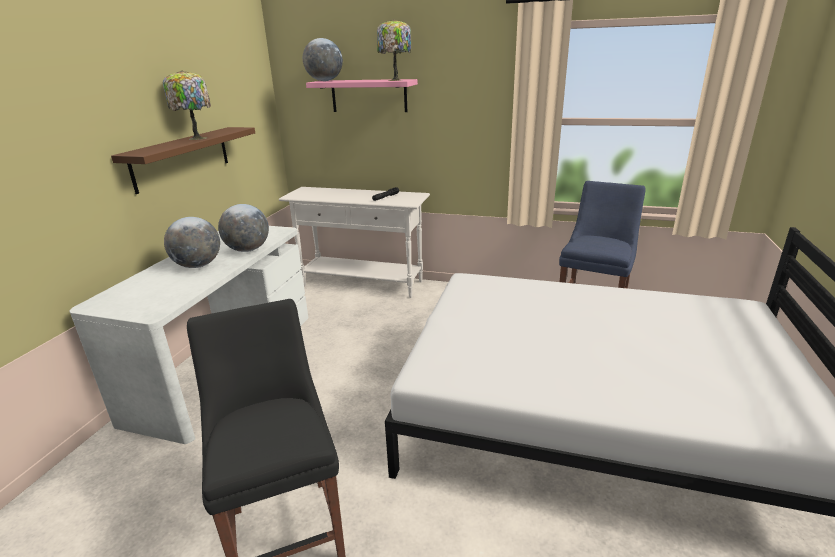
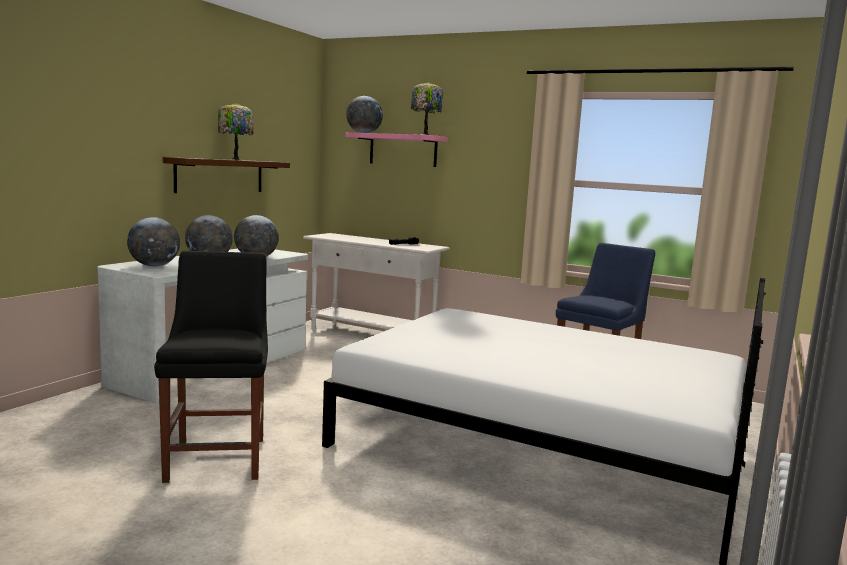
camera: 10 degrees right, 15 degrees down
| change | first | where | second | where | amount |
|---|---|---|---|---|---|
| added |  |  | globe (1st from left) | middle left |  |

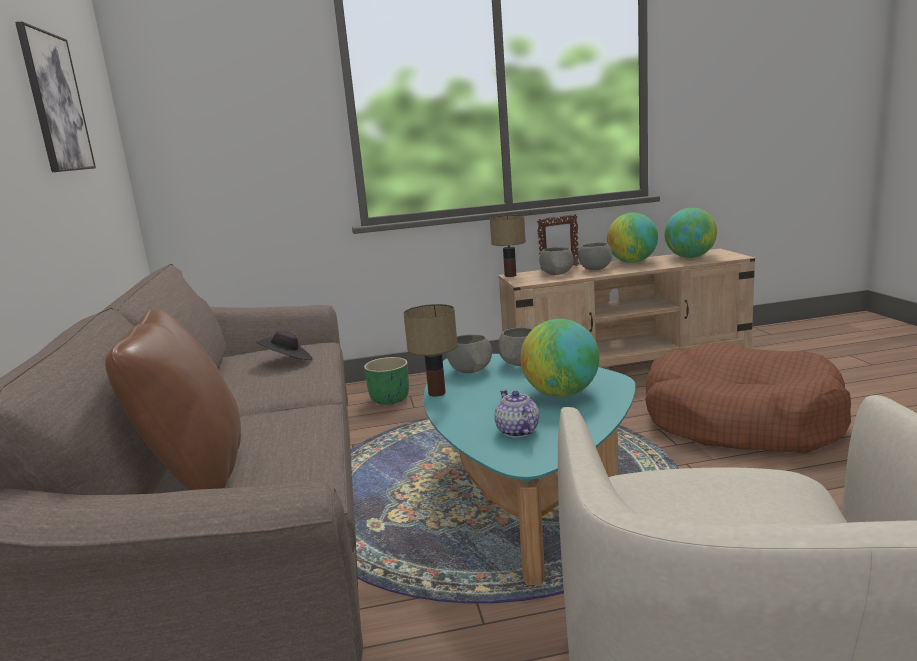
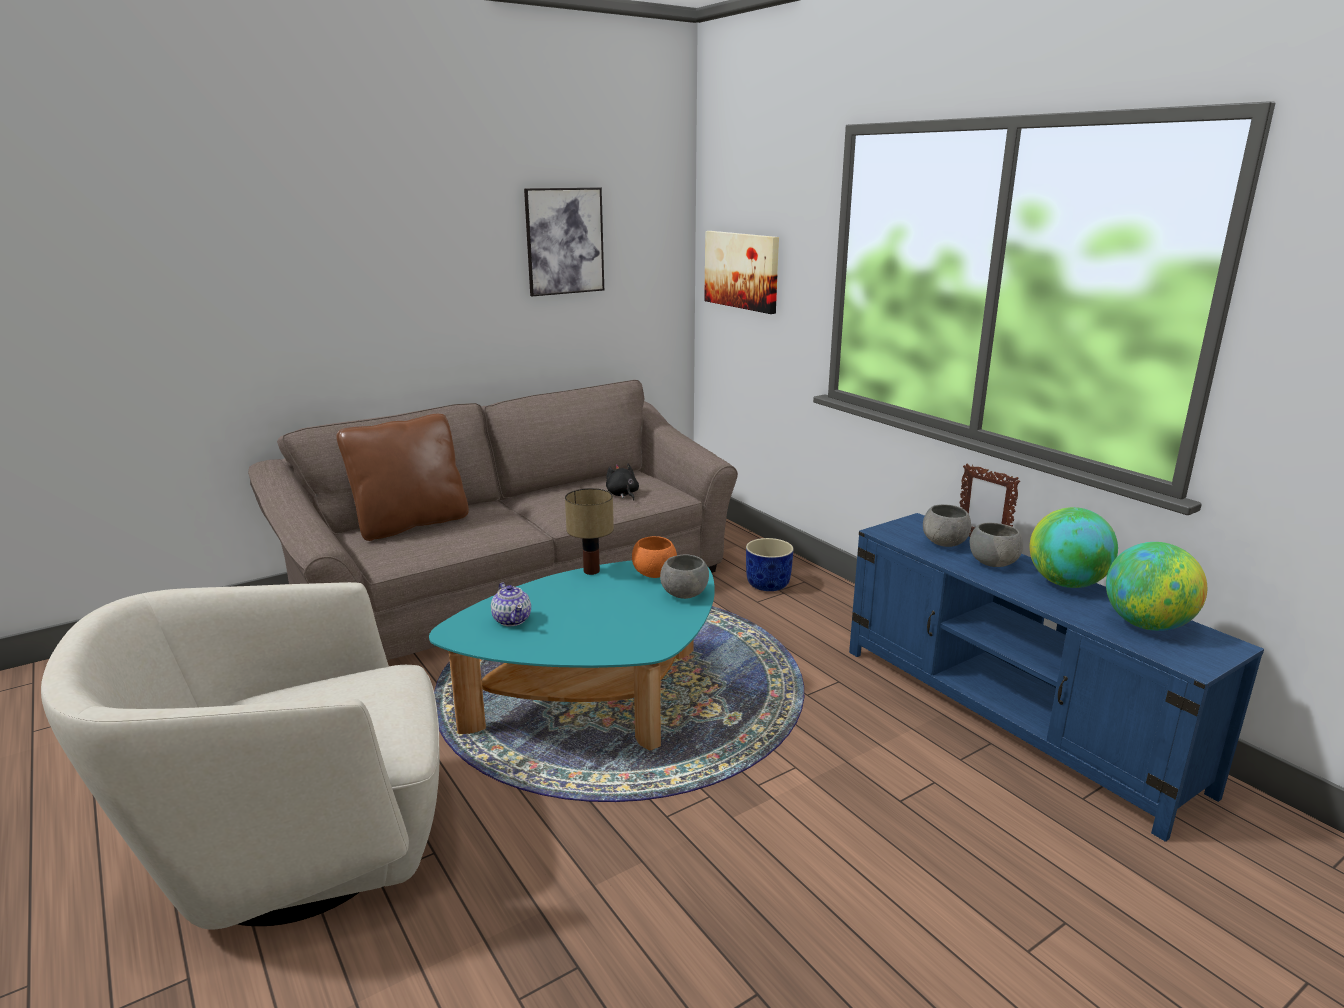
camera: 65 degrees right, 5 degrees up
| change | first | where | second | where | amount |
|---|---|---|---|---|---|
| removed | tabletop lamp (2nd from left) | centre |  |  |  |
| recoloured | beige-coloured tv stand | middle right | blue-coloured tv stand | bottom right |  |
| removed | globe (1st from left) | centre |  |  |  |
| replaced | black wearable hat | middle left | black soft toy | centre |  |
| recoloured | greyish serving bowl (1st from left) | centre | orangey serving bowl | centre |  |
| removed | brownish dog bed | middle right |  |  |  |
| recoloured | green plant pot | centre | blue-coloured plant pot | centre |  |
| turned | tea pot | centre |  | centre | 105 degrees clockwise |
| added |  |  | wall picture (2nd from left) | top centre |  |

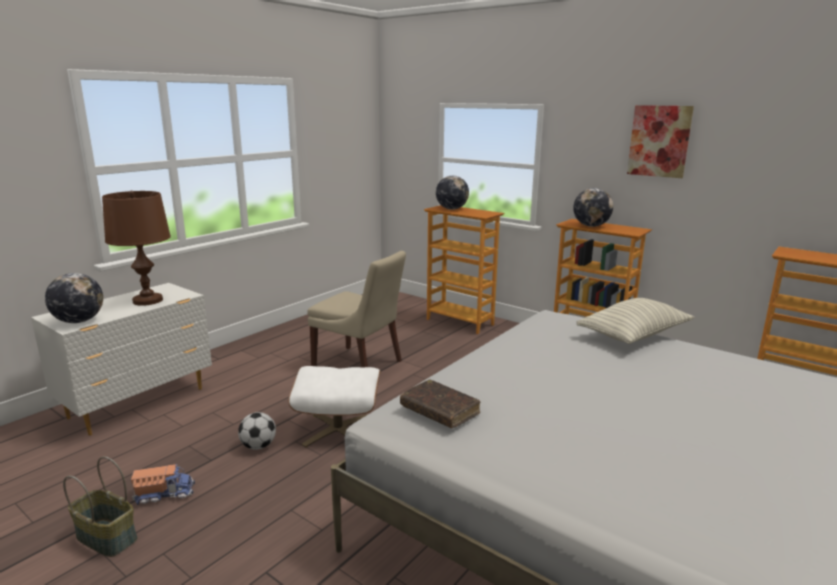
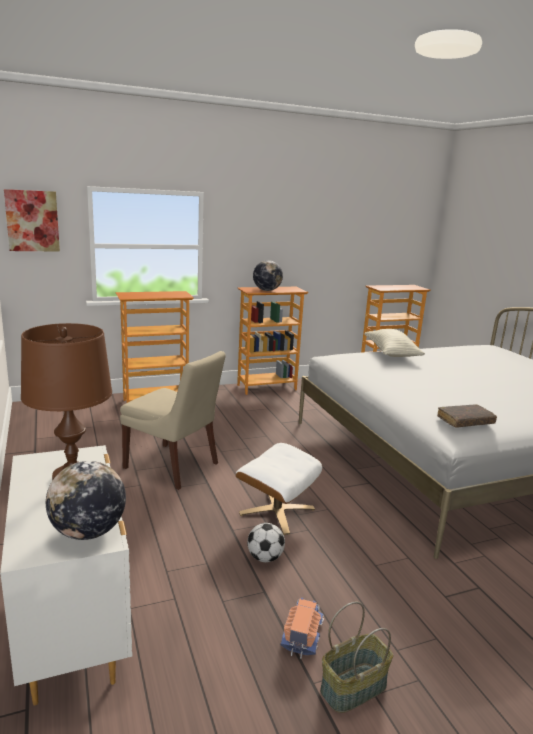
camera: 60 degrees left, 0 degrees up
| change | first | where | second | where | amount |
|---|---|---|---|---|---|
| moved | wall picture | top right |  | top left |  |
| removed | globe (2nd from left) | top centre |  |  |  |
| turned | beige-coloured upright chair | centre |  | middle left | 60 degrees clockwise |

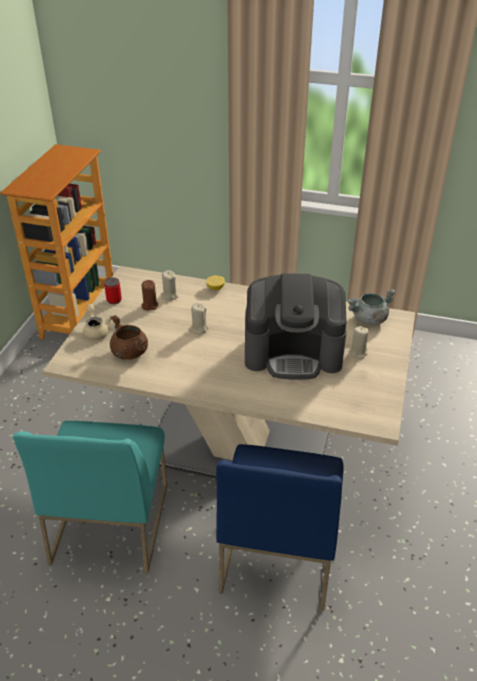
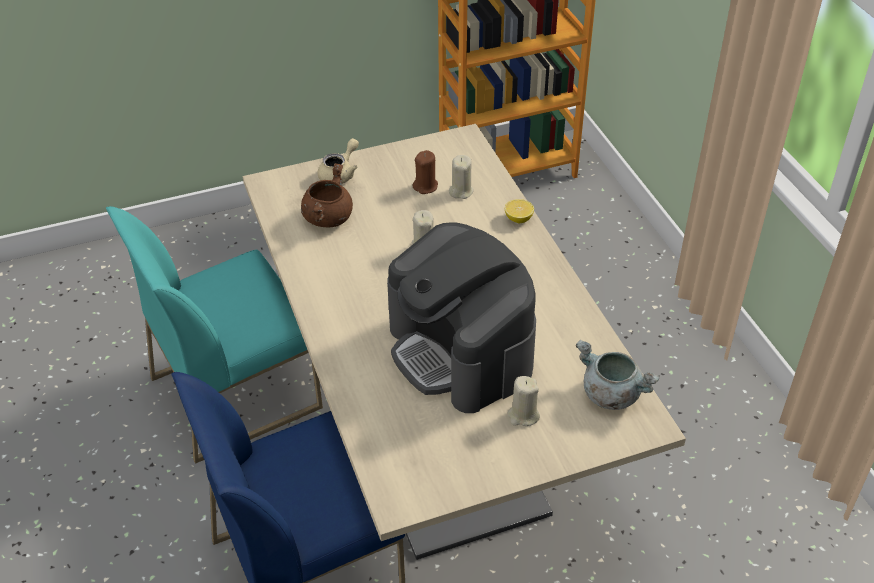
camera: 55 degrees right, 5 degrees up
| change | first | where | second | where | amount |
|---|---|---|---|---|---|
| removed | sealed can | middle left |  |  |  |

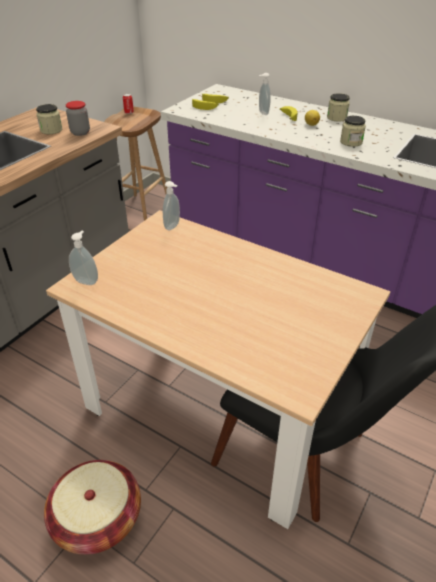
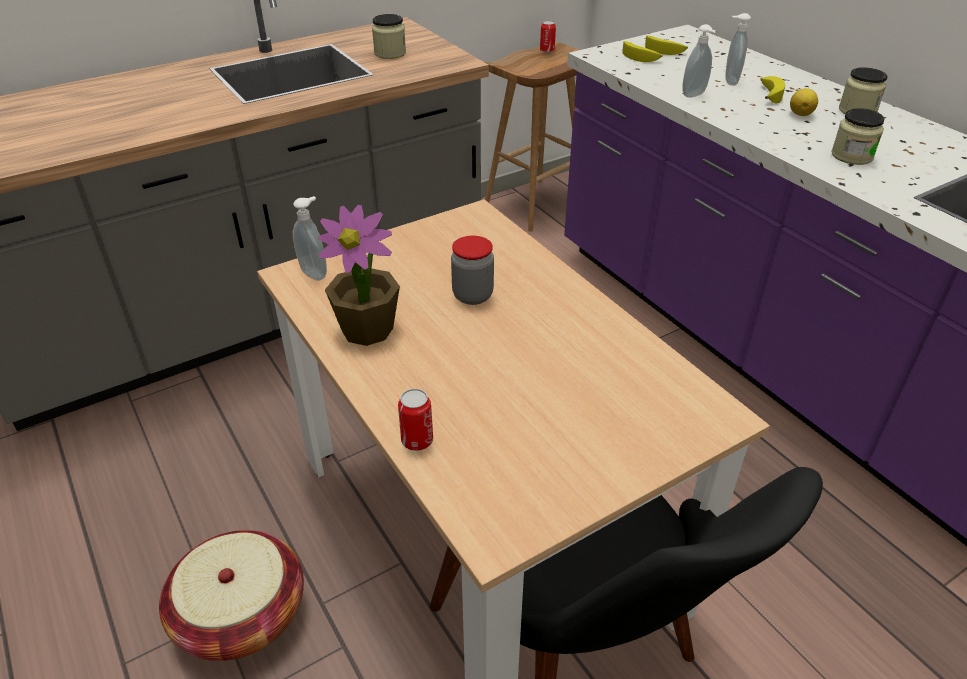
camera: 25 degrees right, 0 degrees up
| change | first | where | second | where | amount |
|---|---|---|---|---|---|
| moved | storage jar (2nd from left) | top left |  | centre |  |
| moved | liquid soap bottle (2nd from left) | centre |  | top right |  |
| added |  |  | houseplant | centre |  |
| added |  |  | sealed can (1st from left) | centre |  |

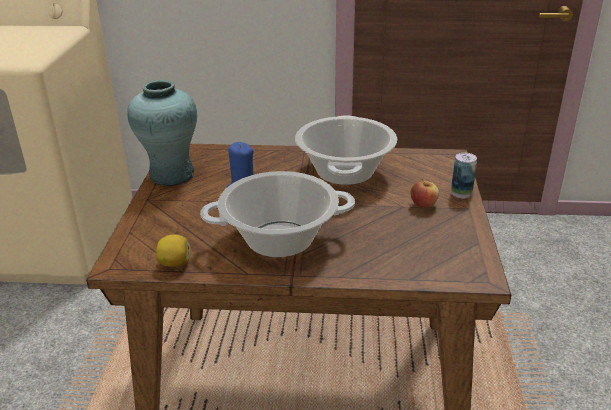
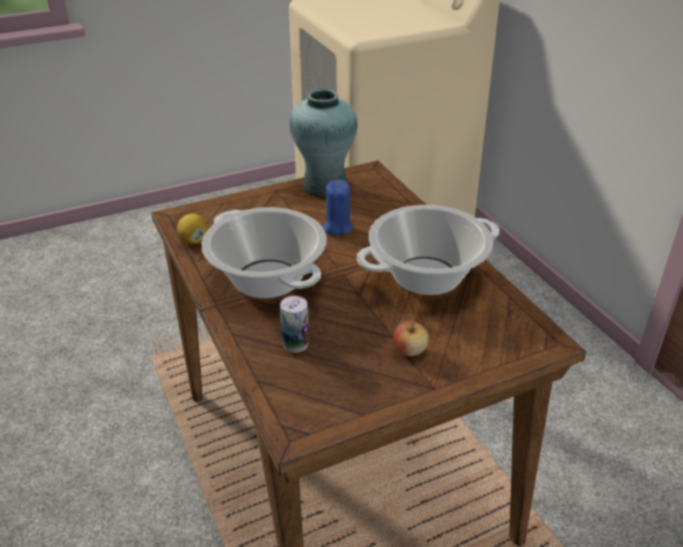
camera: 60 degrees right, 5 degrees up
| change | first | where | second | where | amount |
|---|---|---|---|---|---|
| moved | sealed can | middle right |  | centre |  |

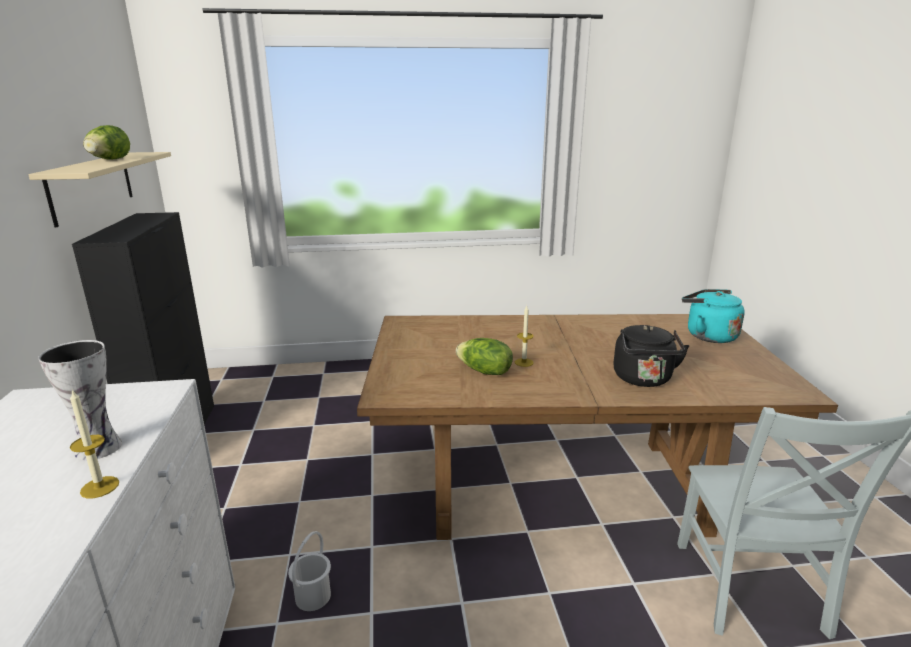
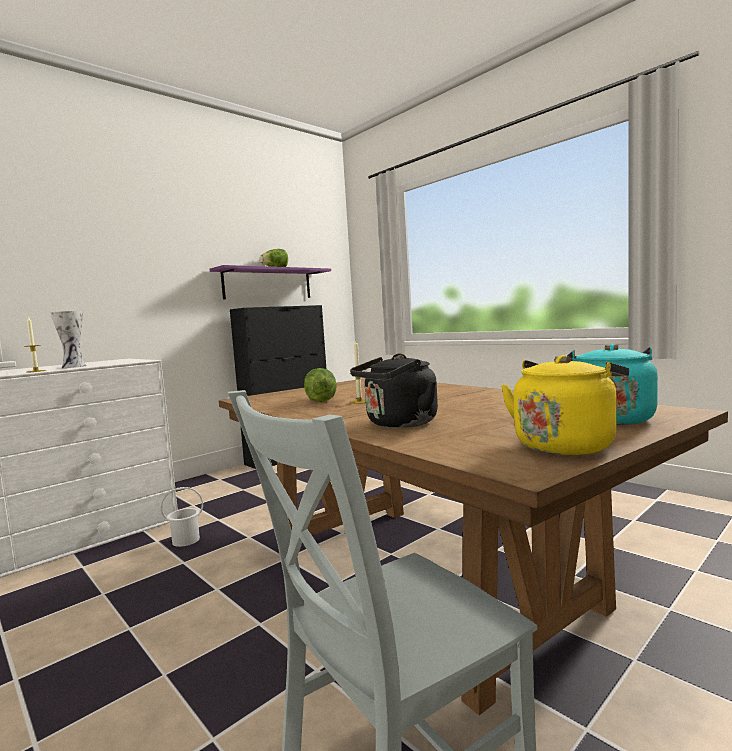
camera: 55 degrees right, 15 degrees down
| change | first | where | second | where | amount |
|---|---|---|---|---|---|
| recoloured | beige-coloured bracket shelf | top left | purple-coloured bracket shelf | centre |  |
| added |  |  | yellowish kettle | middle right |  |

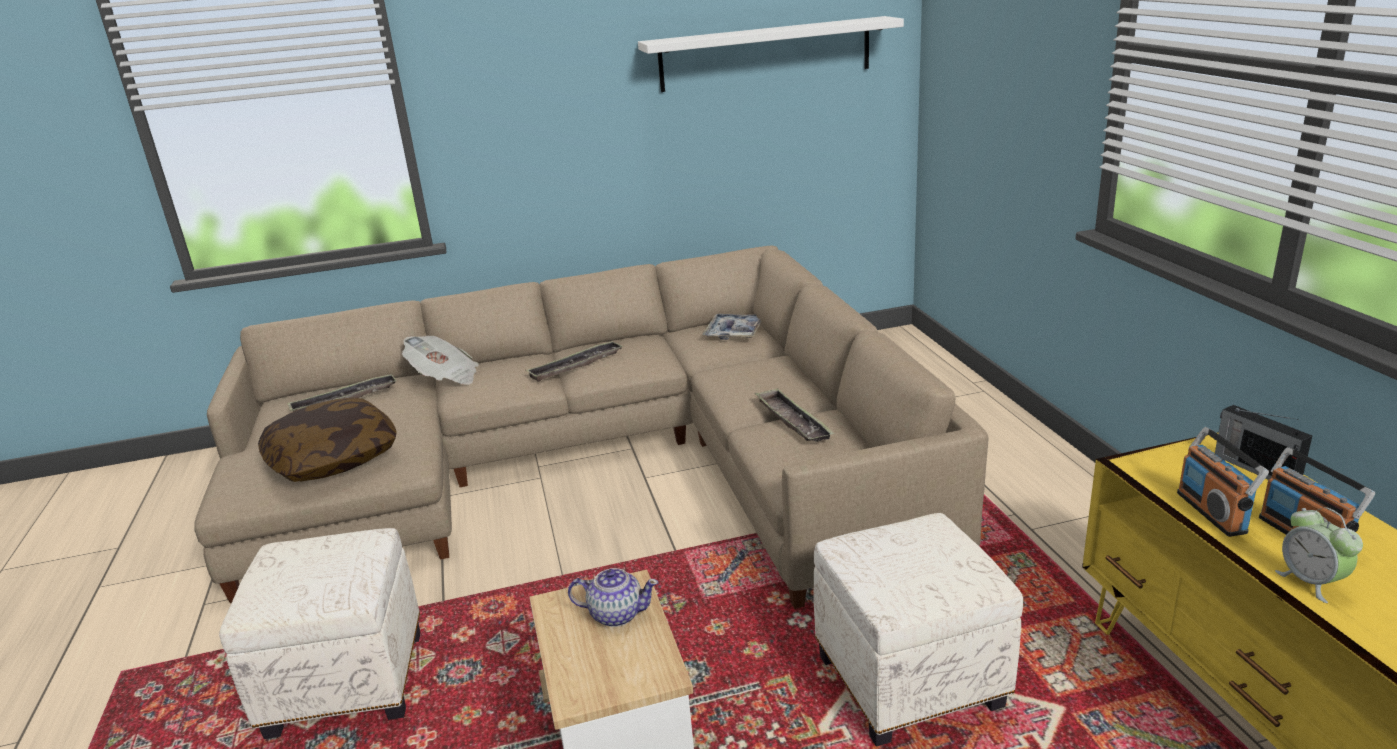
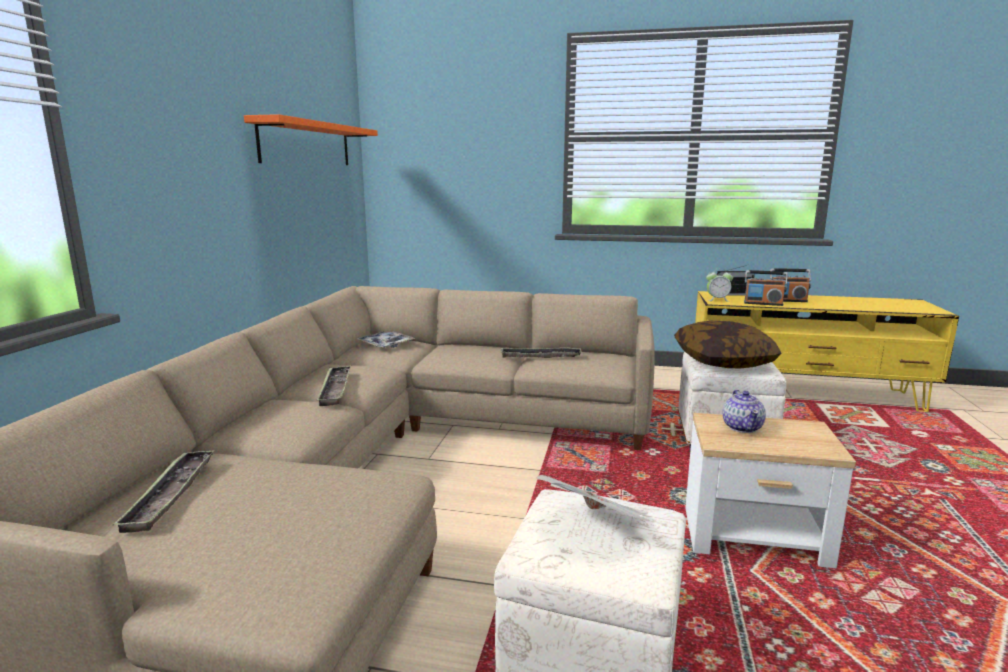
camera: 65 degrees left, 10 degrees down
| change | first | where | second | where | amount |
|---|---|---|---|---|---|
| recoloured | whitish bracket shelf | top centre | orangey bracket shelf | top left |  |
| moved | printed paper | middle left |  | bottom centre |  |
| moved | throw pillow | middle left |  | middle right |  |
| moved | table clock | bottom right |  | middle right |  |
| turned | tea pot | bottom centre |  | middle right | 150 degrees clockwise |

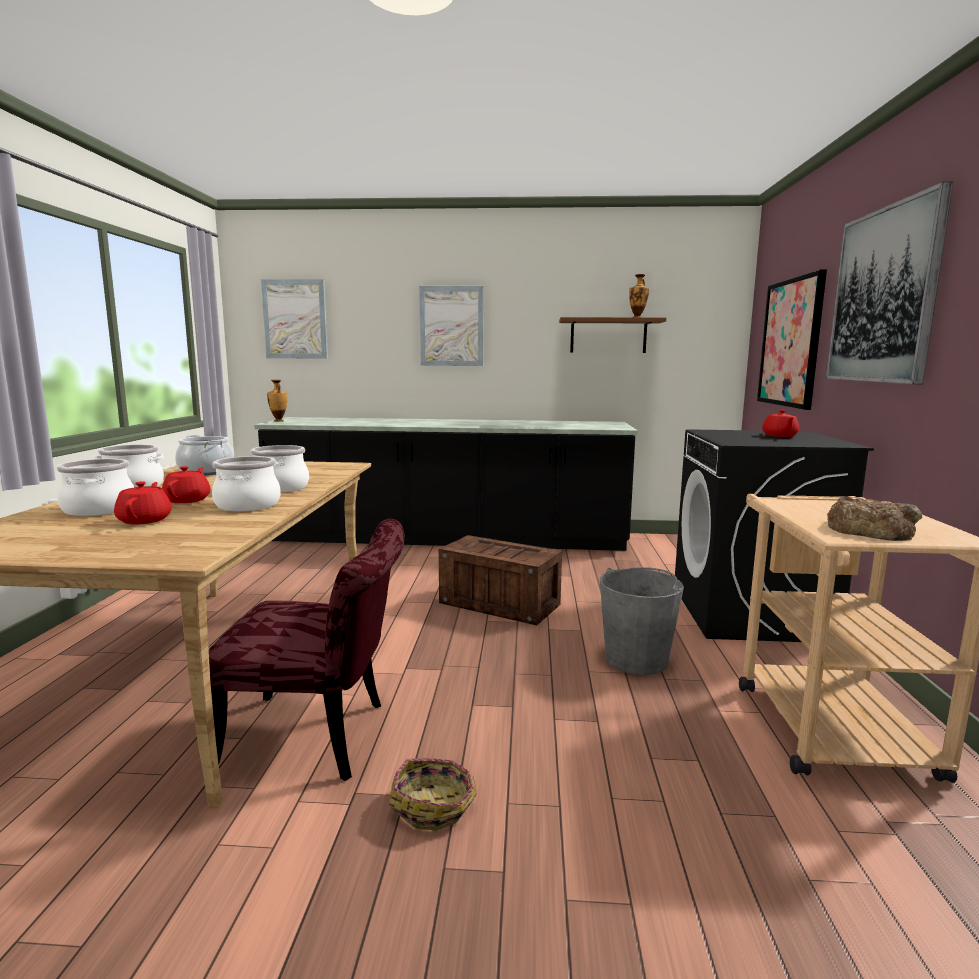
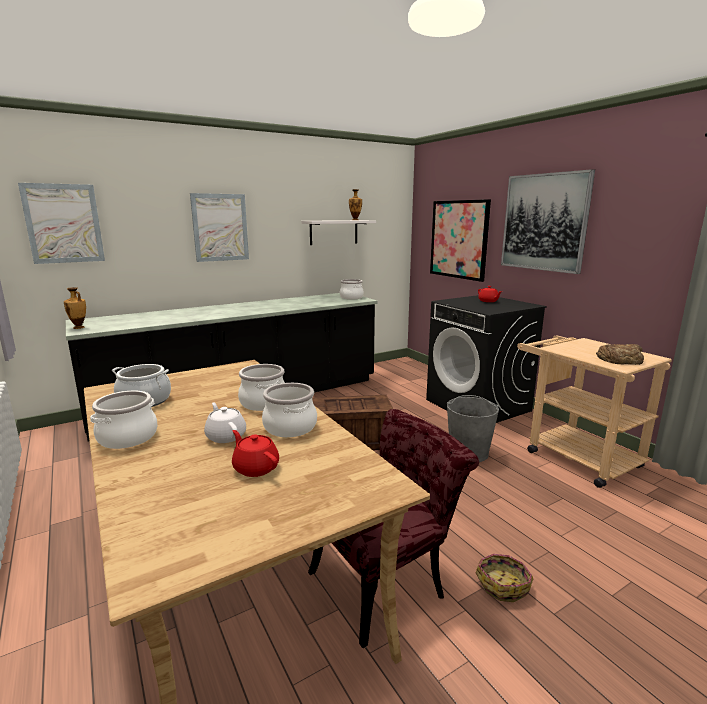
camera: 35 degrees left, 5 degrees up
| change | first | where | second | where | amount |
|---|---|---|---|---|---|
| recoloured | brownish bracket shelf | centre | whitish bracket shelf | top centre |  |
| moved | stockpot (1st from left in the first image) | middle left | stockpot (5th from left) | centre |  |
| recoloured | red tea pot (2nd from left) | middle left | whitish tea pot | middle left |  |

